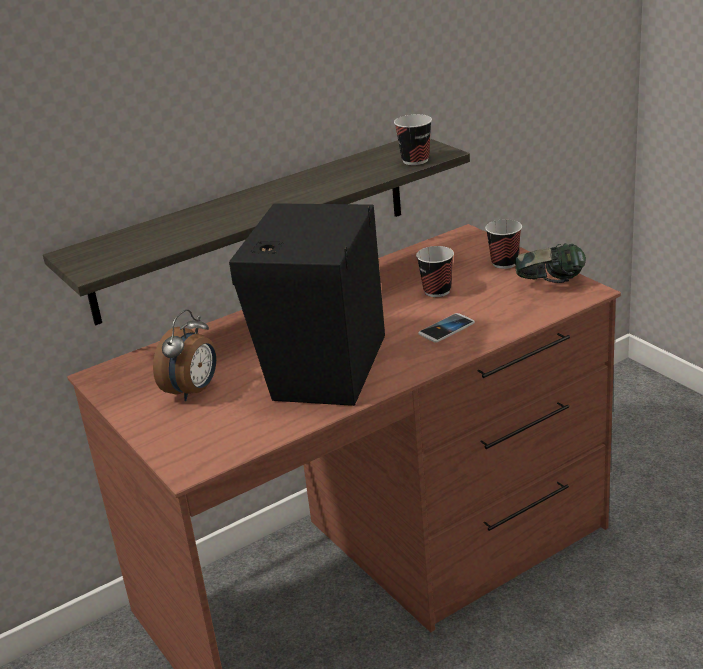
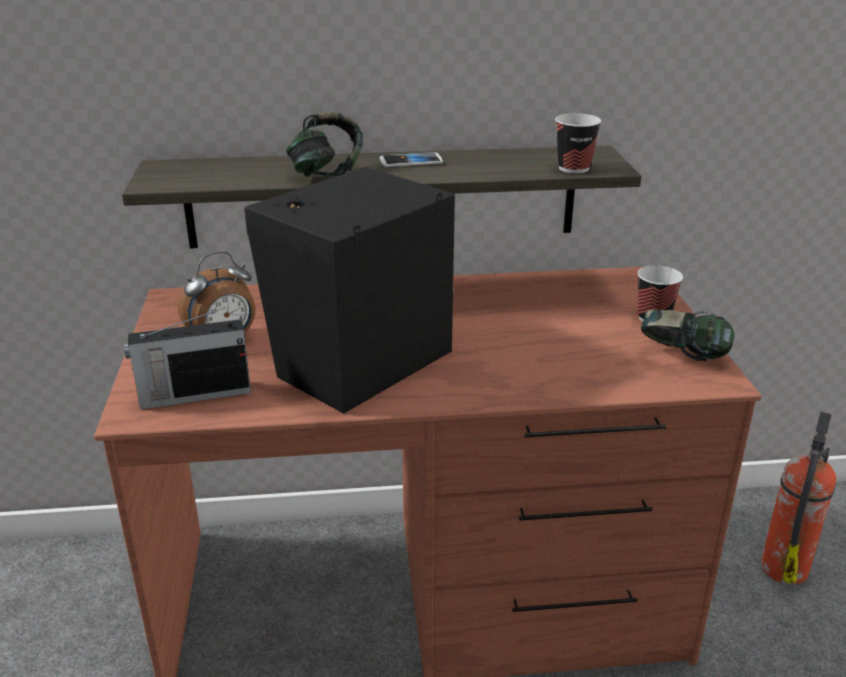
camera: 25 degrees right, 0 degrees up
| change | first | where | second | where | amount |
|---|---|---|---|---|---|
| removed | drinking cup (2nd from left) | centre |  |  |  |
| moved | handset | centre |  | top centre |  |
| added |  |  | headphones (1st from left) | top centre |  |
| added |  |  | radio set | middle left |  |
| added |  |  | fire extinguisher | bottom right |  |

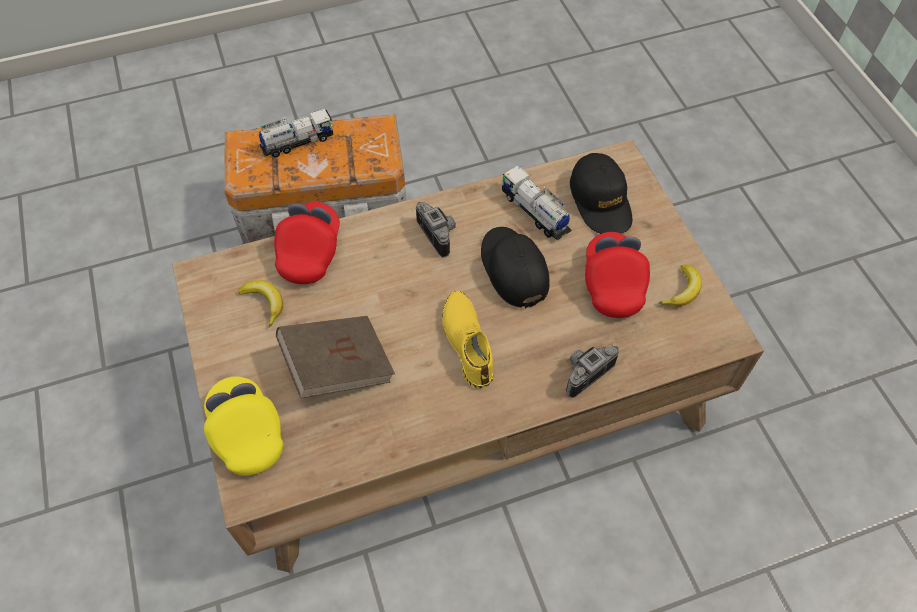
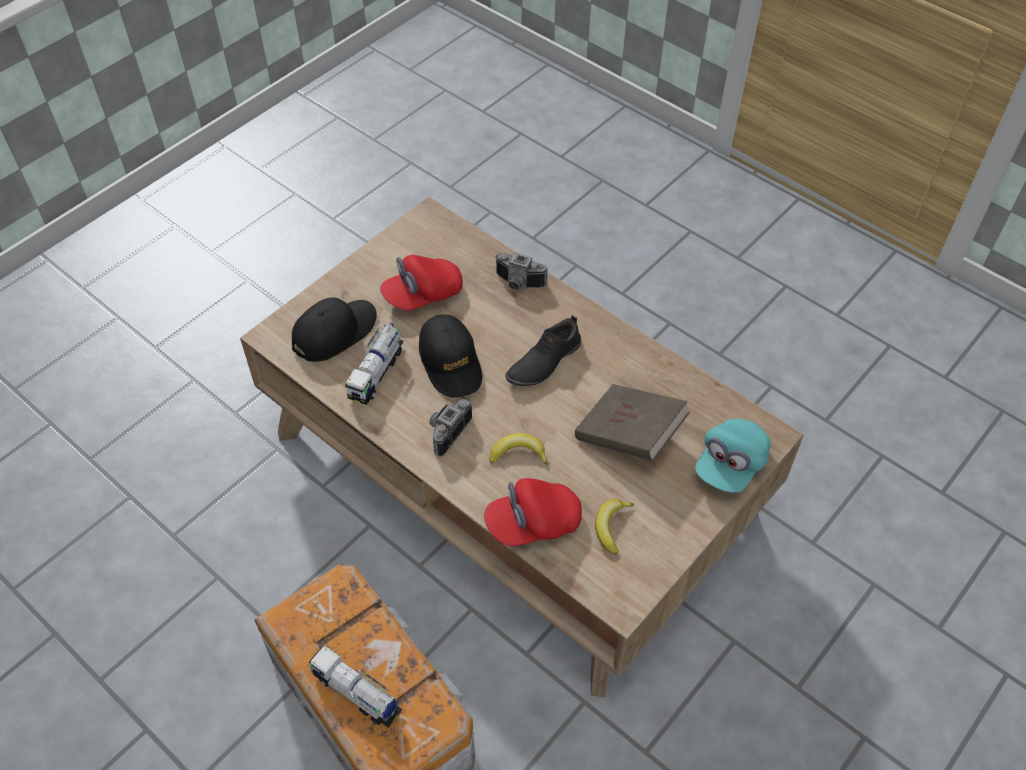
camera: 120 degrees left, 5 degrees down
| change | first | where | second | where | amount |
|---|---|---|---|---|---|
| turned | black baseball cap (1st from left in the first image) | centre | black baseball cap (2nd from left) | centre | 60 degrees counterclockwise |
| moved | whole banana (2nd from left in the first image) | middle right | whole banana (1st from left) | centre |  |
| recoloured | yellowish item of footwear | centre | black item of footwear | centre |  |
| recoloured | yellowish baseball cap | bottom left | turquoise baseball cap | middle right |  |

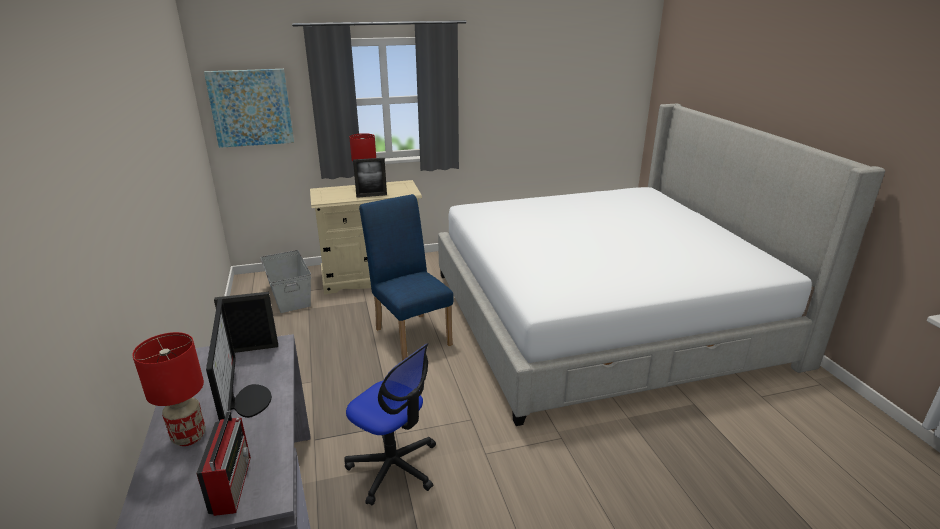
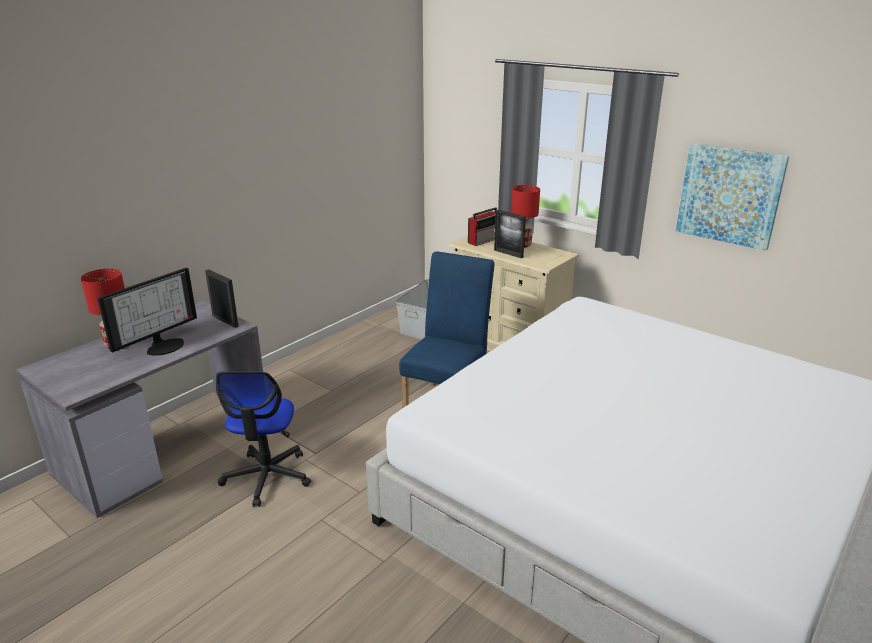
camera: 55 degrees right, 0 degrees up
| change | first | where | second | where | amount |
|---|---|---|---|---|---|
| moved | wall picture | top left |  | top right |  |
| moved | radio set | bottom left |  | centre |  |

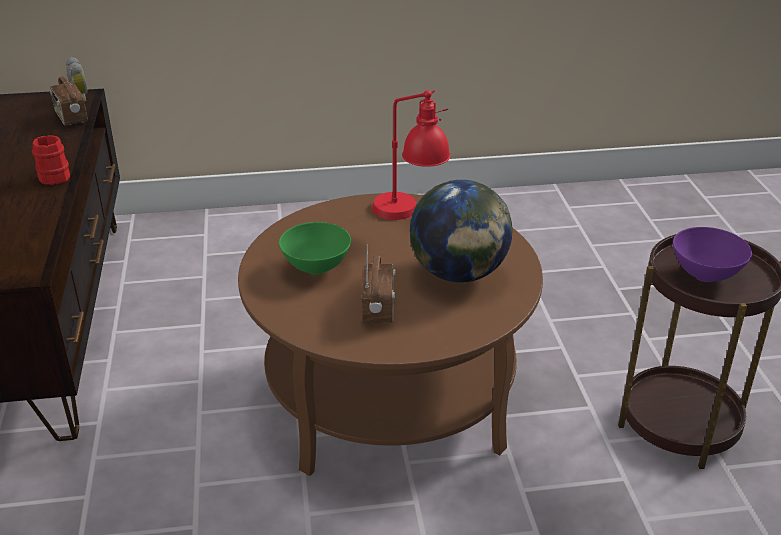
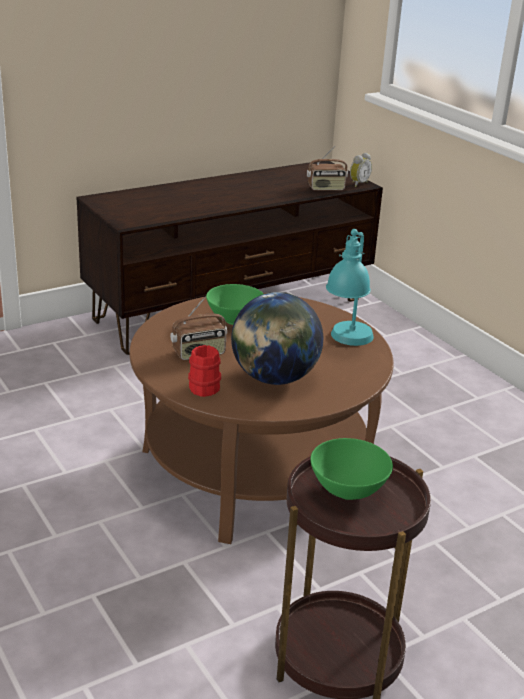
camera: 65 degrees right, 5 degrees down
| change | first | where | second | where | amount |
|---|---|---|---|---|---|
| turned | radio set (1st from left in the first image) | top left | radio set (2nd from left) | top centre | 135 degrees counterclockwise |
| recoloured | red tabletop lamp | top centre | turquoise tabletop lamp | middle right |  |
| moved | red tea mug | top left |  | centre |  |
| recoloured | purple-coloured serving bowl | middle right | green serving bowl (2nd from left) | bottom right |  |

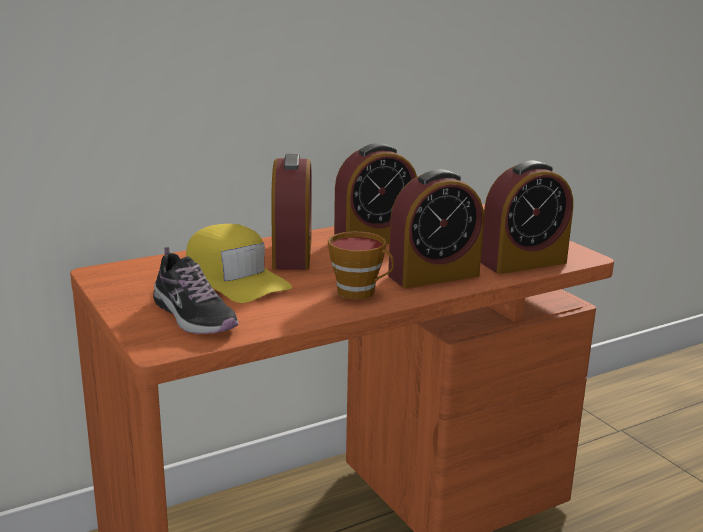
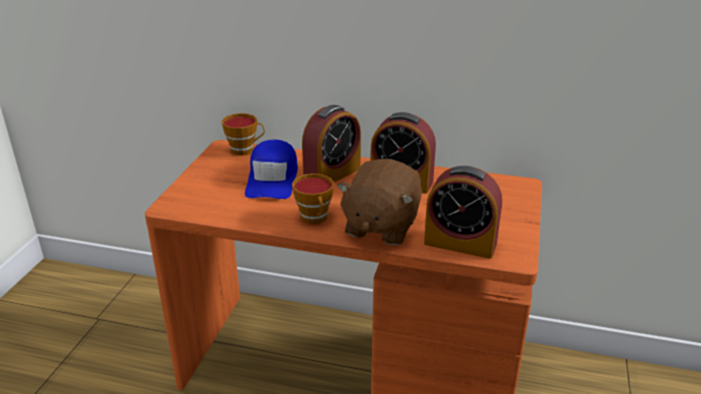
camera: 45 degrees right, 10 degrees up
| change | first | where | second | where | amount |
|---|---|---|---|---|---|
| replaced | table clock (3rd from left) | centre | brownish soft toy | centre |  |
| recoloured | yellowish baseball cap | centre | blue-coloured baseball cap | centre |  |
| removed | item of footwear | middle left |  |  |  |
| added |  |  | drinking cup (1st from left) | centre |  |

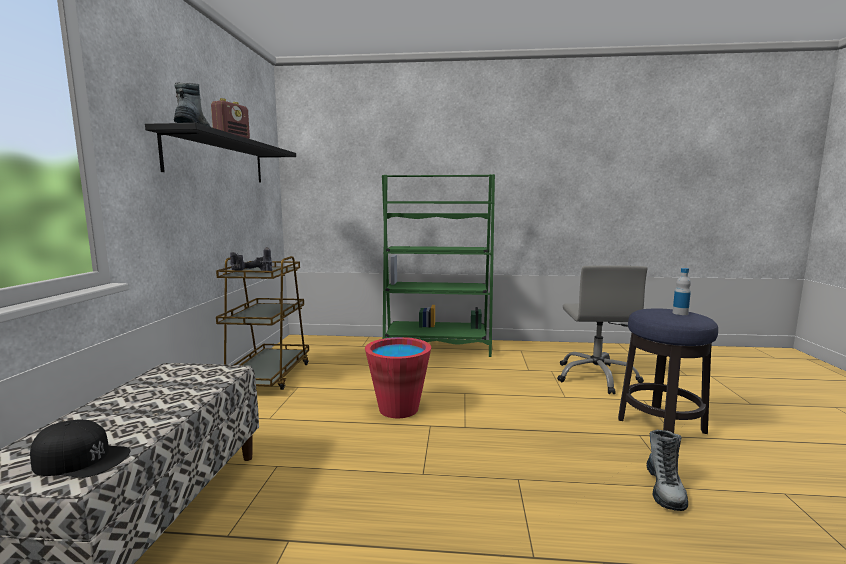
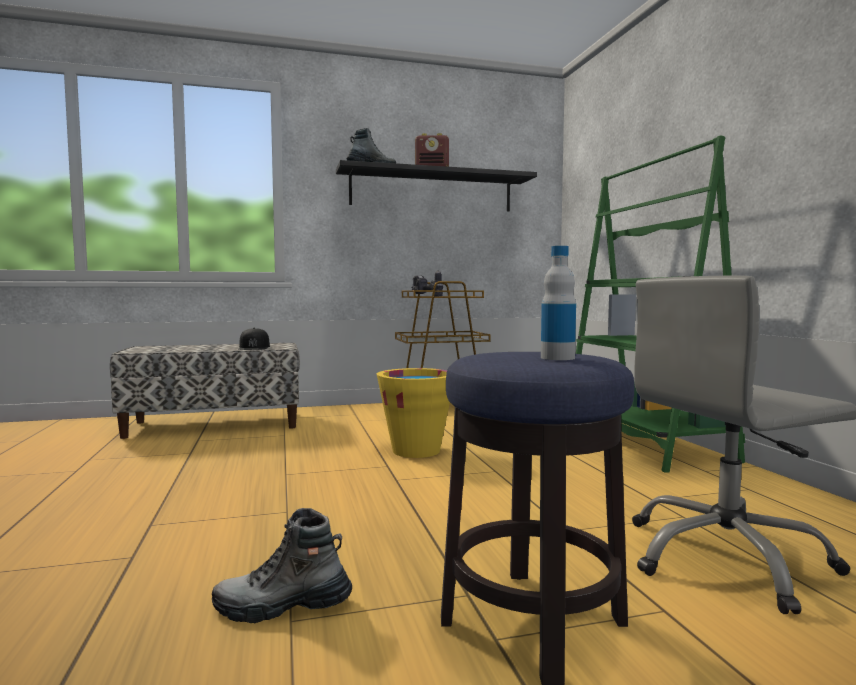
camera: 70 degrees right, 5 degrees down
| change | first | where | second | where | amount |
|---|---|---|---|---|---|
| recoloured | red pail | bottom centre | yellowish pail | centre |  |
| moved | black baseball cap | bottom left |  | middle left |  |

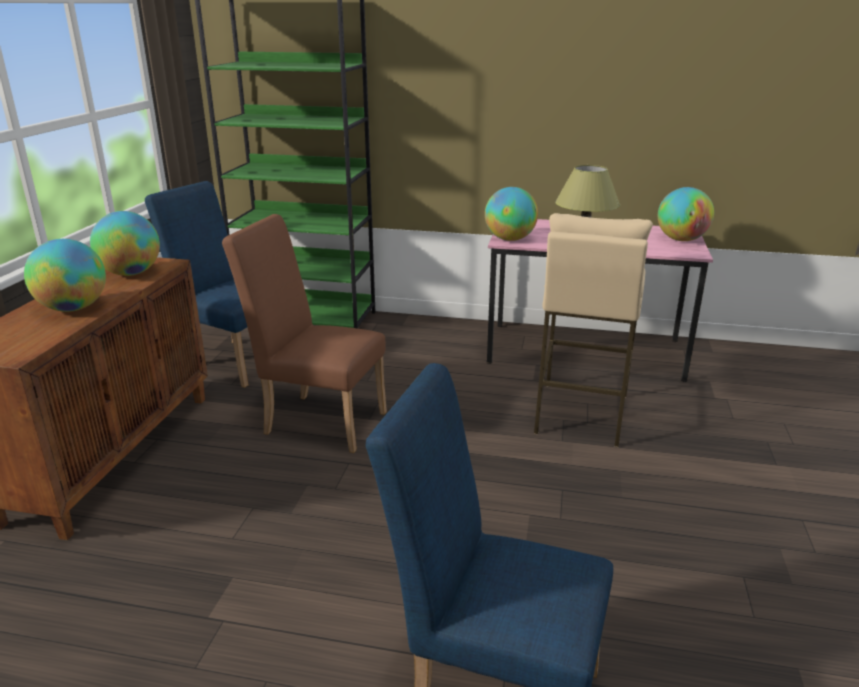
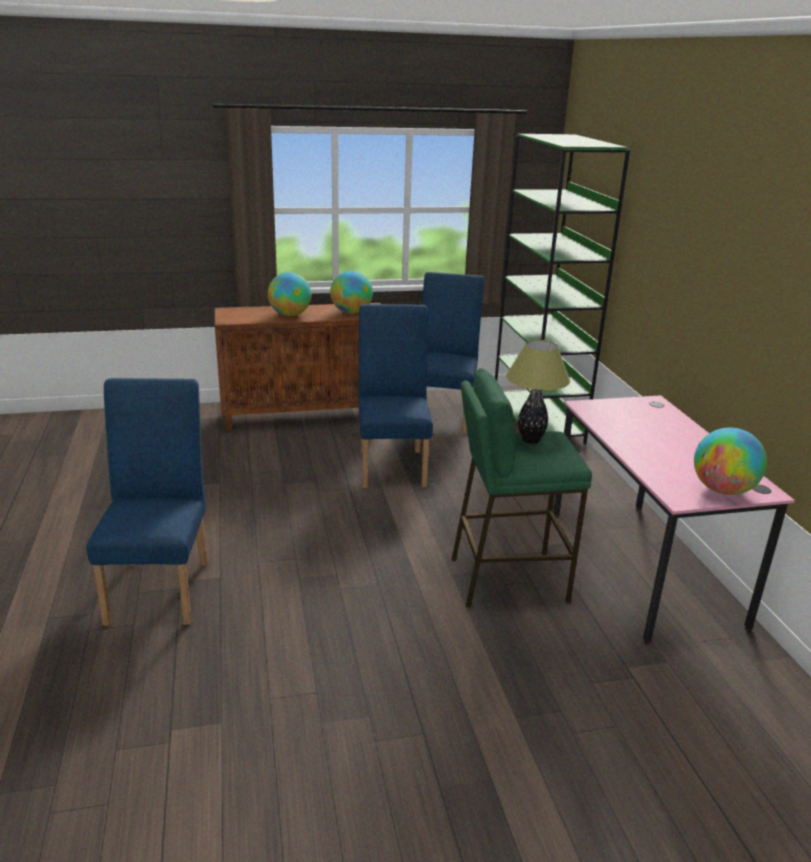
camera: 65 degrees right, 0 degrees up
| change | first | where | second | where | amount |
|---|---|---|---|---|---|
| removed | globe (3rd from left) | top centre |  |  |  |
| recoloured | beige-coloured stool seat | middle right | green stool seat | centre |  |
| recoloured | brownish upright chair | centre | blue-coloured upright chair (2nd from left) | centre |  |

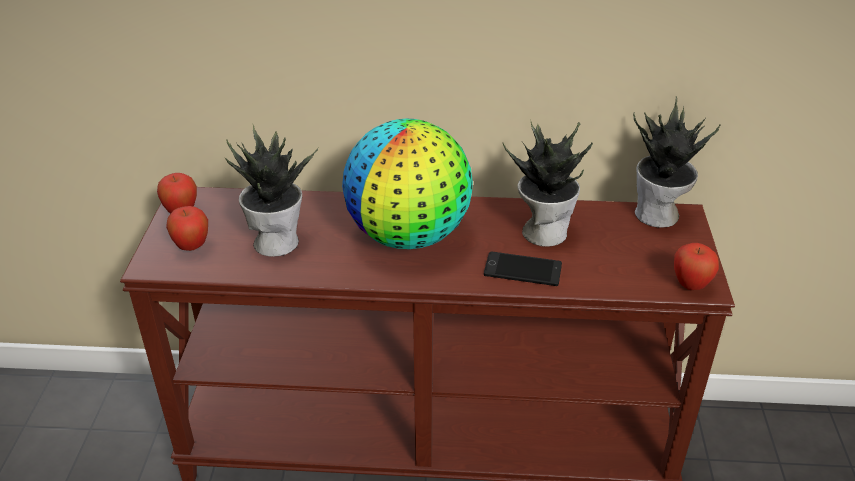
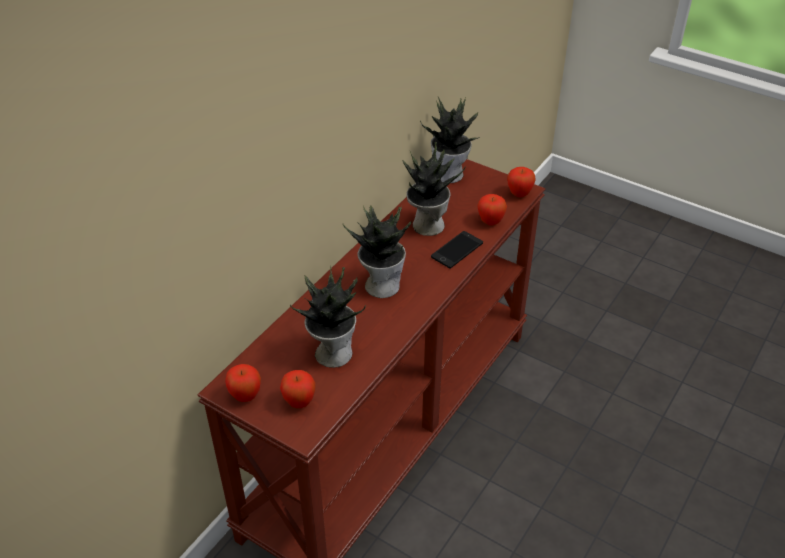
camera: 60 degrees left, 5 degrees up
| change | first | where | second | where | amount |
|---|---|---|---|---|---|
| replaced | globe | centre | houseplant (2nd from left) | centre |  |
| added |  |  | apple (3rd from left) | centre |  |

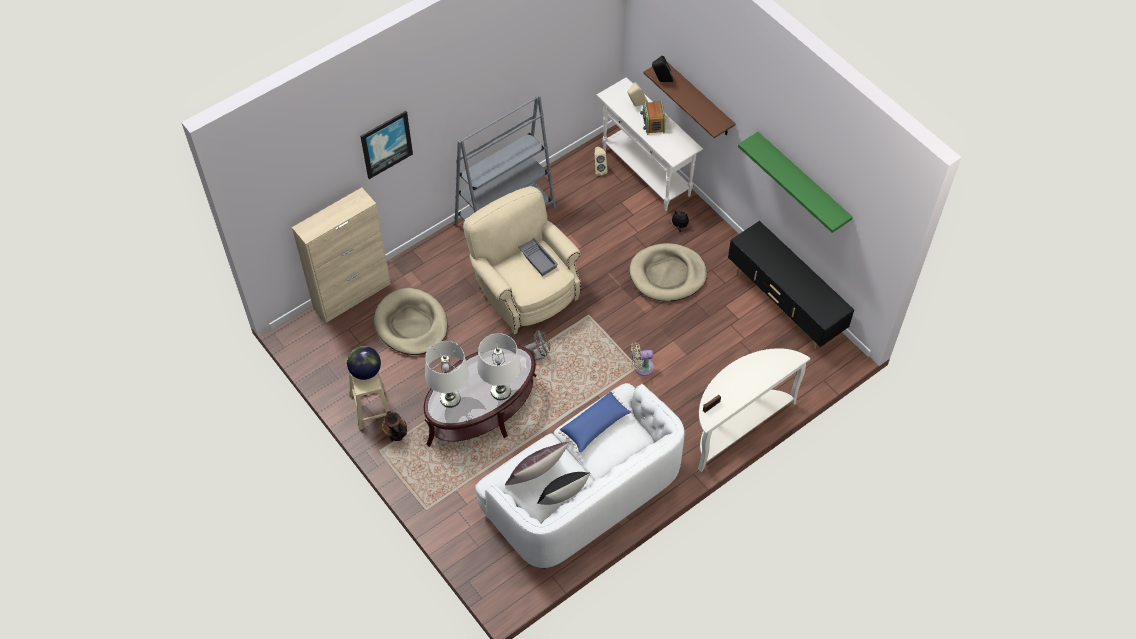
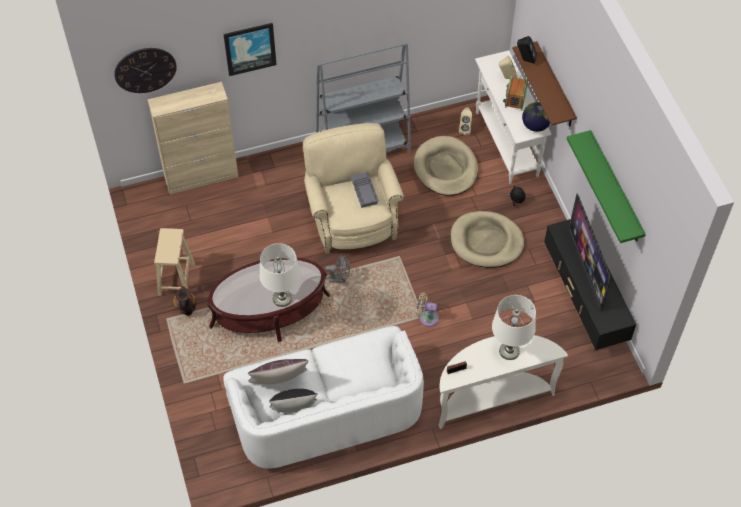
camera: 20 degrees right, 0 degrees up
| change | first | where | second | where | amount |
|---|---|---|---|---|---|
| moved | beige-coloured dog bed (1st from left) | centre |  | top centre |  |
| moved | whitish tabletop lamp (1st from left in the first image) | centre | whitish tabletop lamp (2nd from left) | middle right |  |
| moved | globe | middle left |  | top right |  |
| removed | blue-coloured throw pillow | centre |  |  |  |
| added |  |  | wall clock | top left |  |
| added |  |  | TV set | middle right |  |

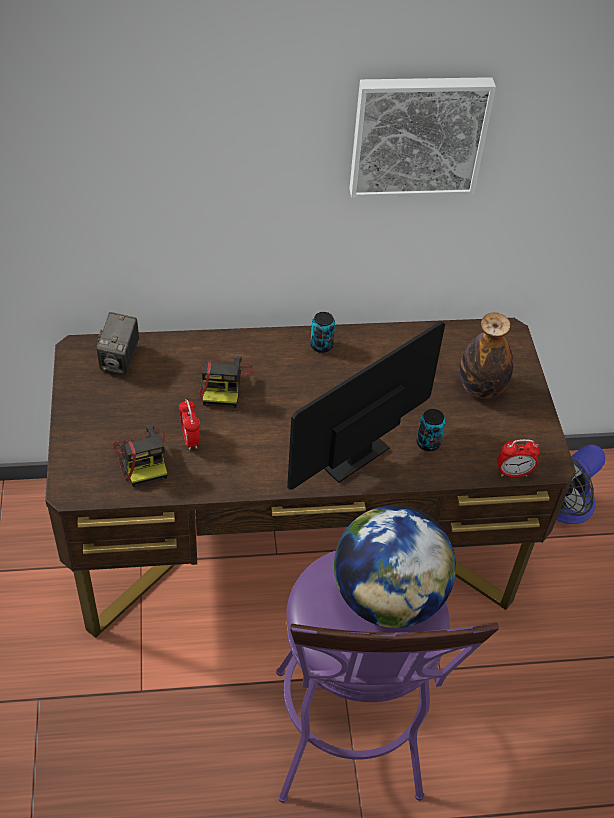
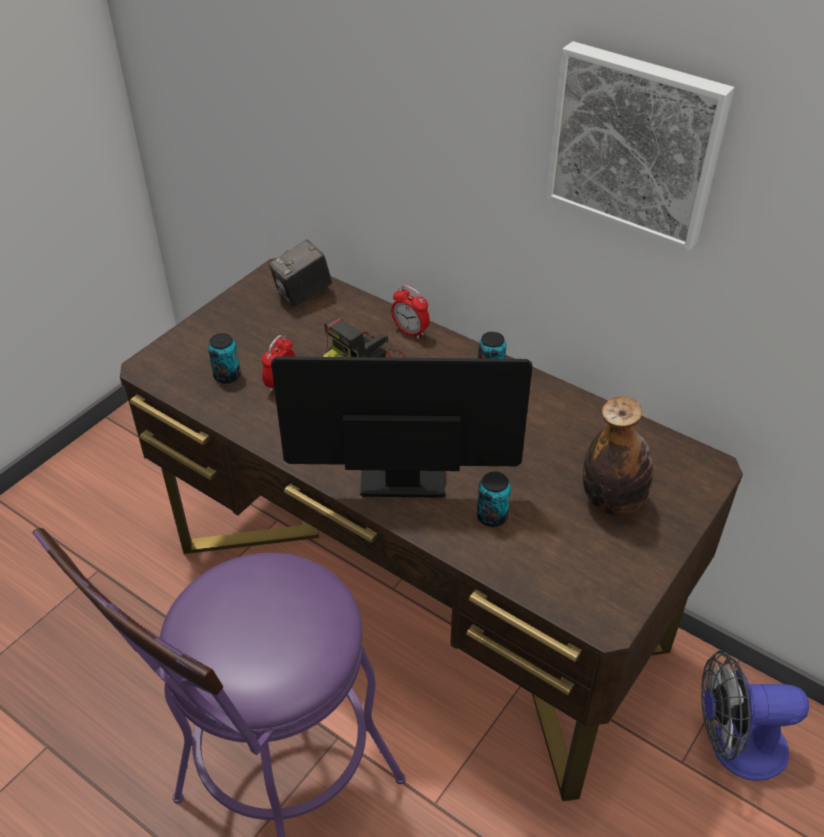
camera: 45 degrees right, 5 degrees down
| change | first | where | second | where | amount |
|---|---|---|---|---|---|
| replaced | still camera (2nd from left) | middle left | sealed can (1st from left) | middle left |  |
| moved | table clock (2nd from left) | middle right |  | centre |  |
| removed | globe | bottom centre |  |  |  |

